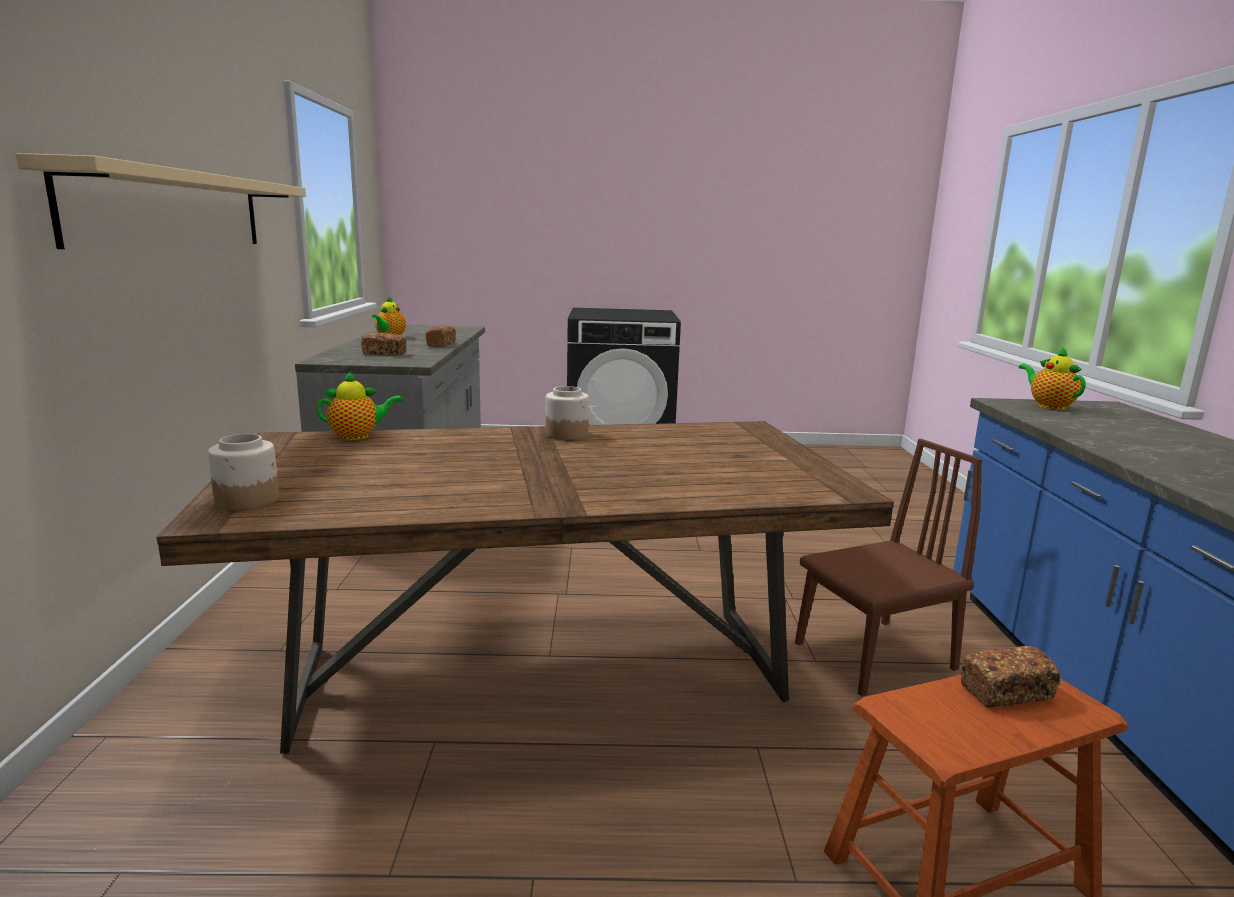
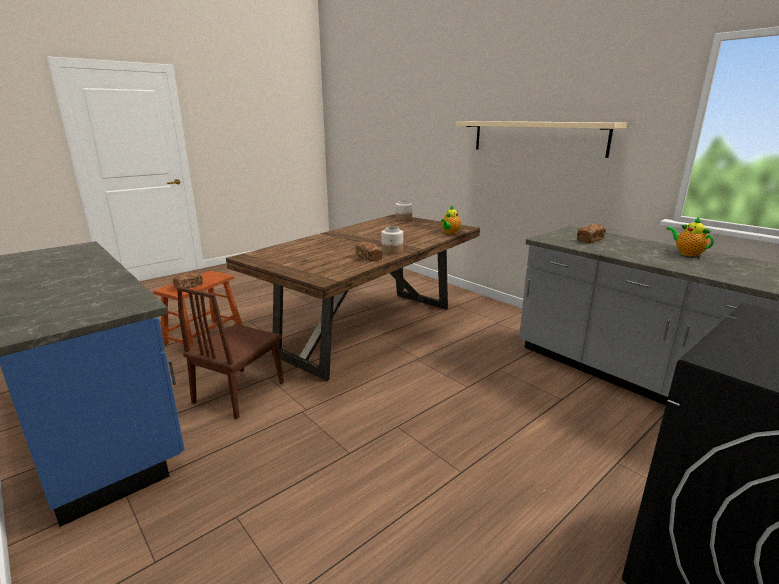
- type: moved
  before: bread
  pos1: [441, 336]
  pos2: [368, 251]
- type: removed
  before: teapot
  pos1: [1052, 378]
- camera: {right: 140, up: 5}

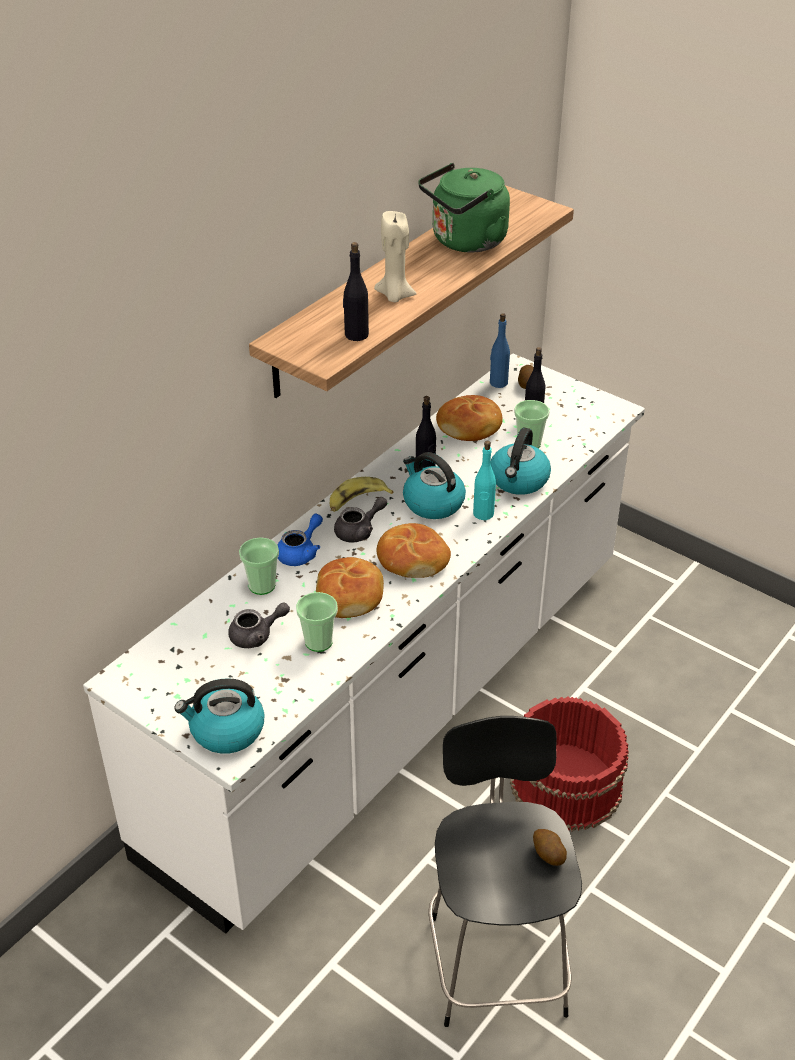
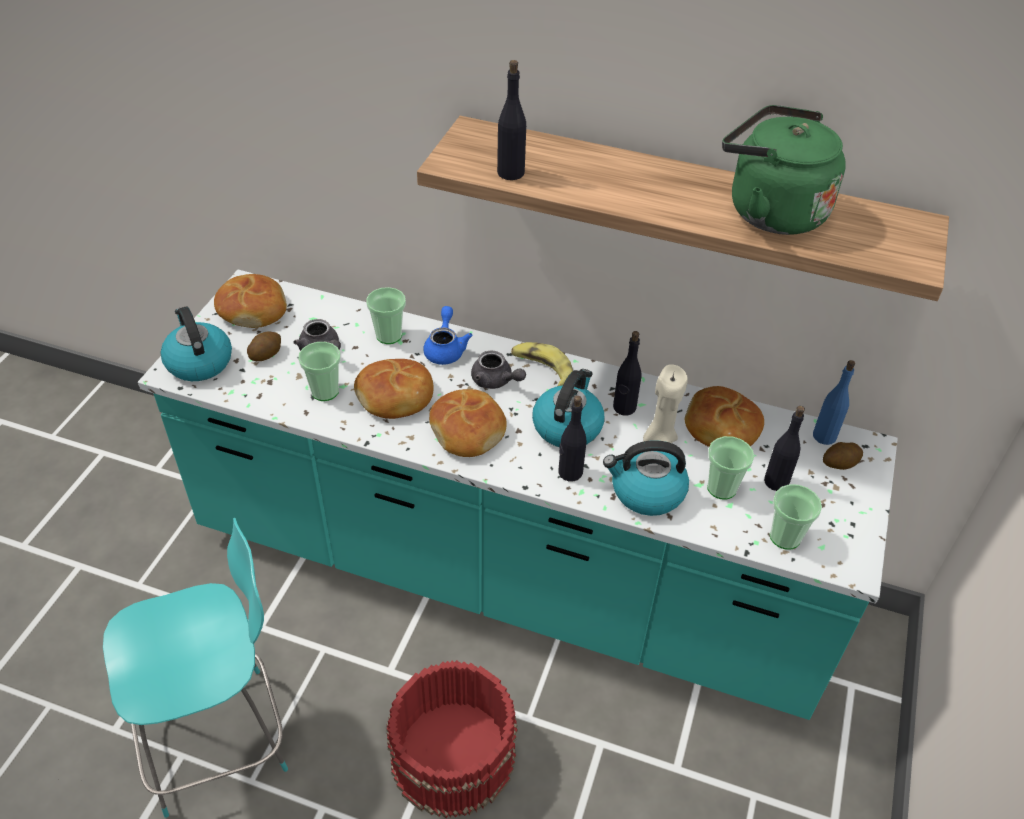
- type: moved
  before: candle (beige)
  pos1: [395, 256]
  pos2: [665, 403]
- type: recoloured
  before: counter (white)
  after: counter (turquoise)
  pos1: [364, 643]
  pos2: [518, 495]
- type: recoloured
  before: bottle (turquoise)
  after: bottle (black)
  pos1: [484, 480]
  pos2: [572, 438]
- type: turned
  before: teapot (blue)
  pos1: [300, 540]
  pos2: [448, 335]
  turn: -105
- type: recoloured
  before: stool (black)
  after: stool (turquoise)
  pos1: [505, 871]
  pos2: [195, 668]
- type: moved
  before: potato
  pos1: [550, 847]
  pos2: [264, 346]
- type: added
  after: bread
  pos2: [250, 301]
- type: added
  after: cup
  pos2: [796, 517]
- camera: {right: 70, up: 5}

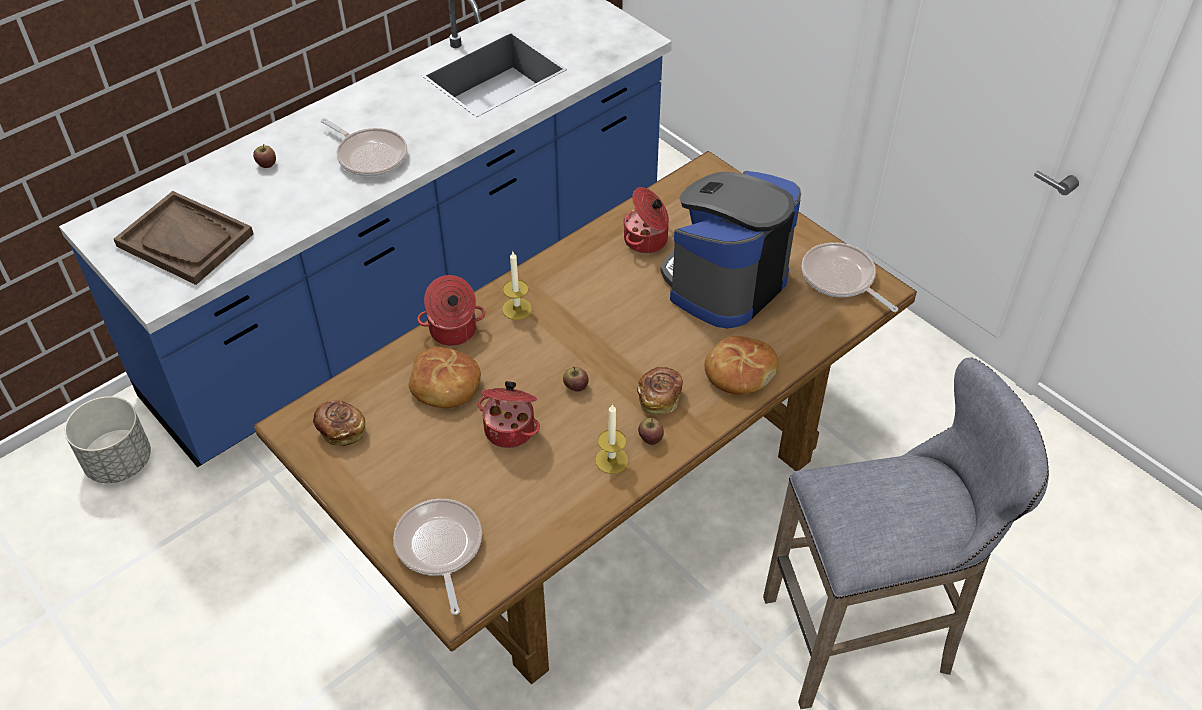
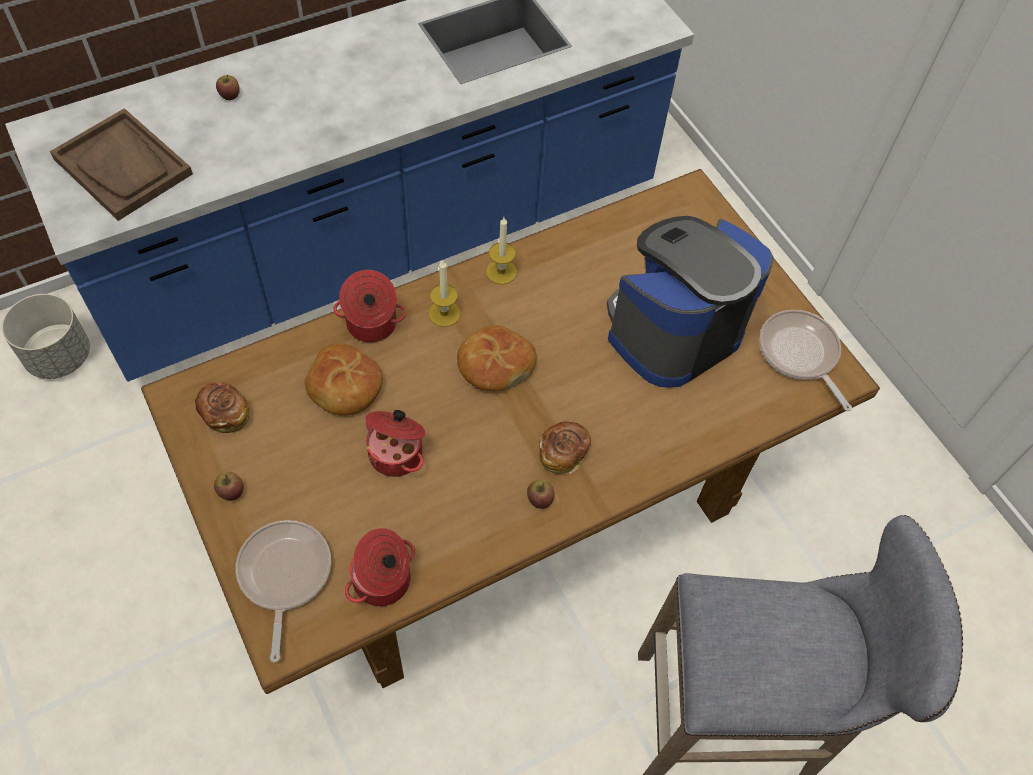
- type: removed
  before: frying pan
  pos1: [364, 147]
- type: moved
  before: cooking pot
  pos1: [646, 220]
  pos2: [380, 567]
- type: moved
  before: bread
  pos1: [741, 365]
  pos2: [497, 358]
- type: moved
  before: apple
  pos1: [576, 379]
  pos2: [229, 486]
- type: moved
  before: candle
  pos1: [611, 439]
  pos2: [501, 251]
- camera: {right: 10, up: 10}

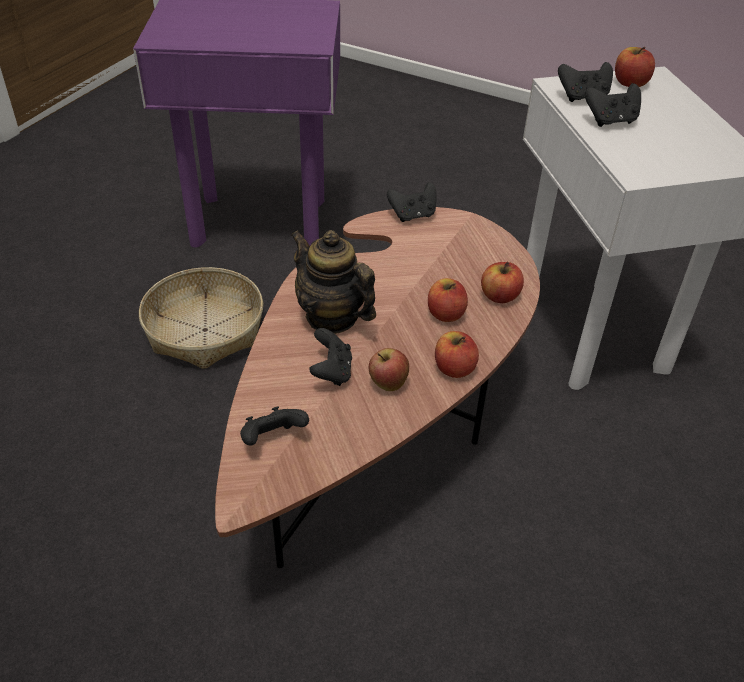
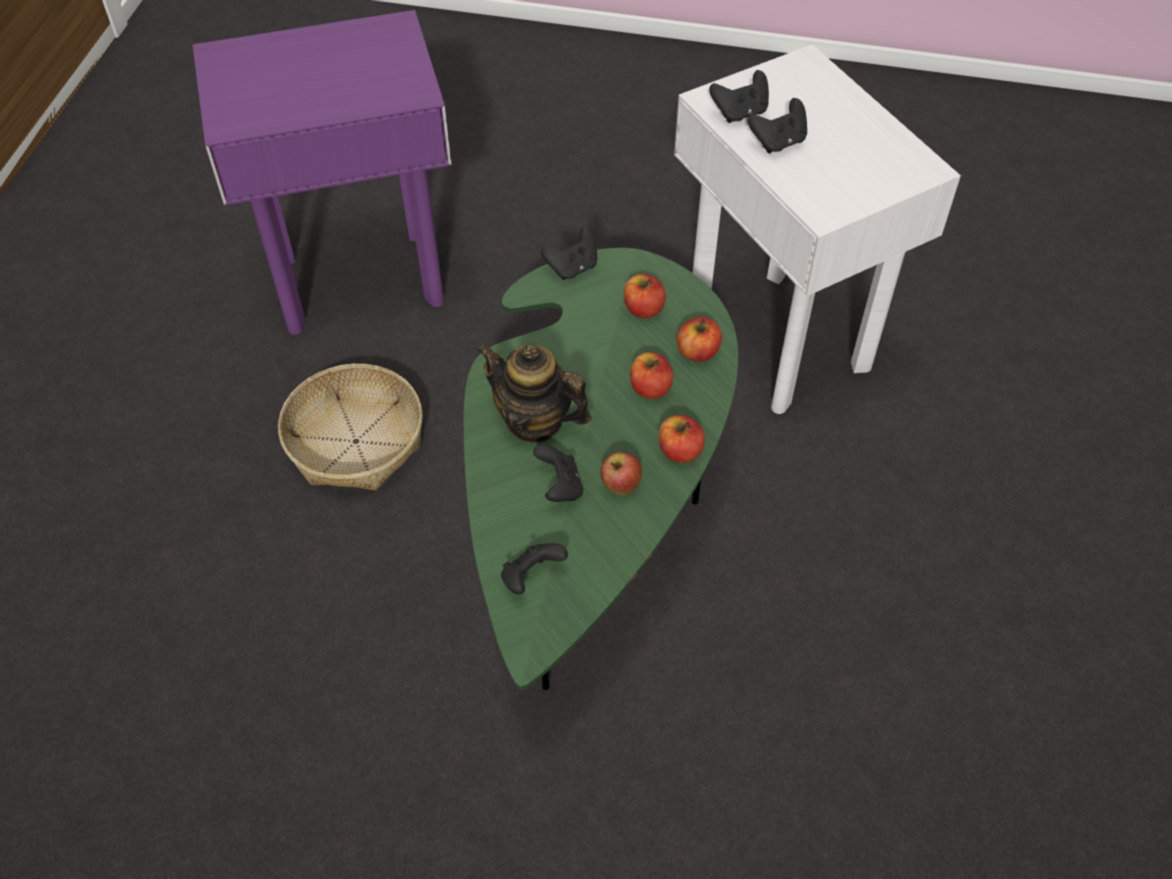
- type: moved
  before: apple
  pos1: [635, 67]
  pos2: [645, 296]
- type: recoloured
  before: coffee table (brown)
  after: coffee table (green)
  pos1: [377, 387]
  pos2: [601, 469]
- camera: {right: -15, up: 10}

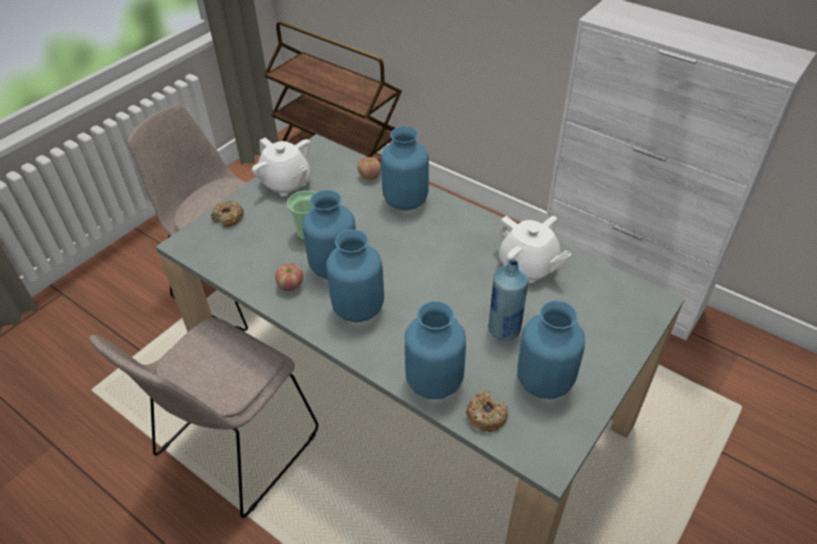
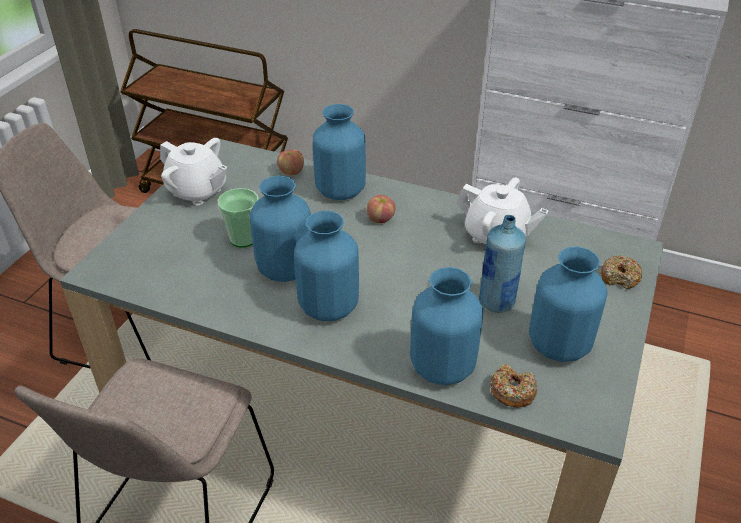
- type: moved
  before: donut
  pos1: [227, 213]
  pos2: [621, 272]
- type: moved
  before: apple
  pos1: [289, 277]
  pos2: [381, 209]
- camera: {right: -15, up: -5}

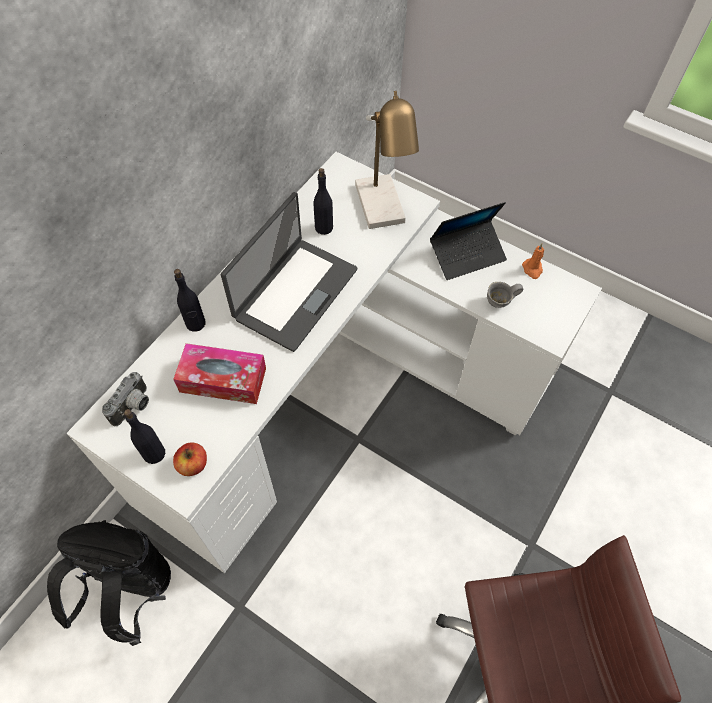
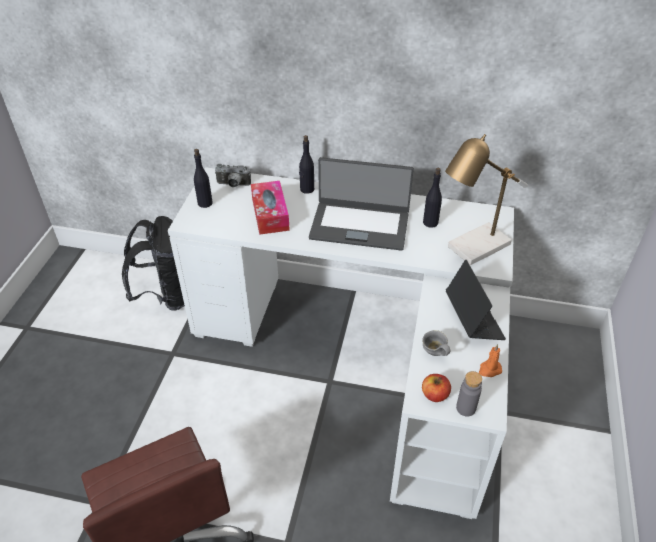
- type: turned
  before: laptop
  pos1: [468, 241]
  pos2: [476, 300]
  turn: -150
- type: moved
  before: apple
  pos1: [190, 459]
  pos2: [436, 388]
- type: added
  after: bottle (grey)
  pos2: [469, 394]
- camera: {right: 70, up: -15}

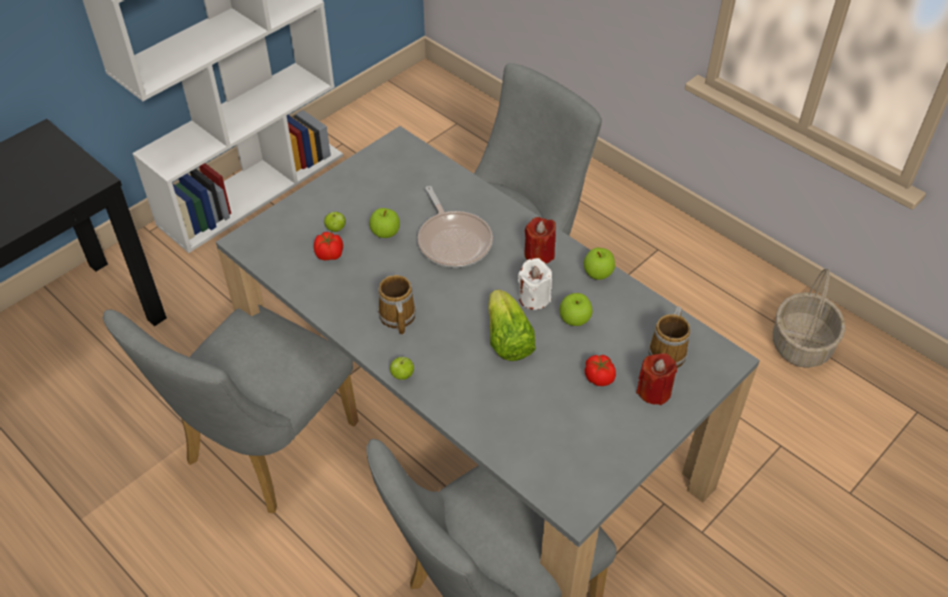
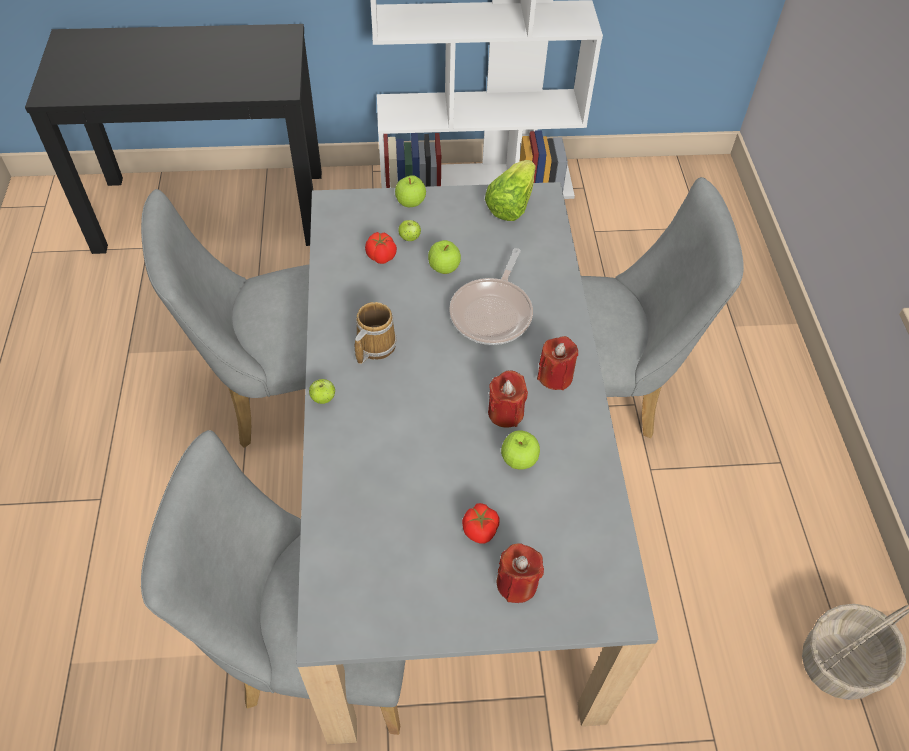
- type: moved
  before: apple
  pos1: [599, 264]
  pos2: [410, 191]
- type: recoloured
  before: candle (white)
  after: candle (red)
  pos1: [535, 284]
  pos2: [508, 399]
- type: moved
  before: lettuce
  pos1: [512, 325]
  pos2: [510, 190]
- type: removed
  before: mug
  pos1: [670, 337]
- camera: {right: 40, up: 5}

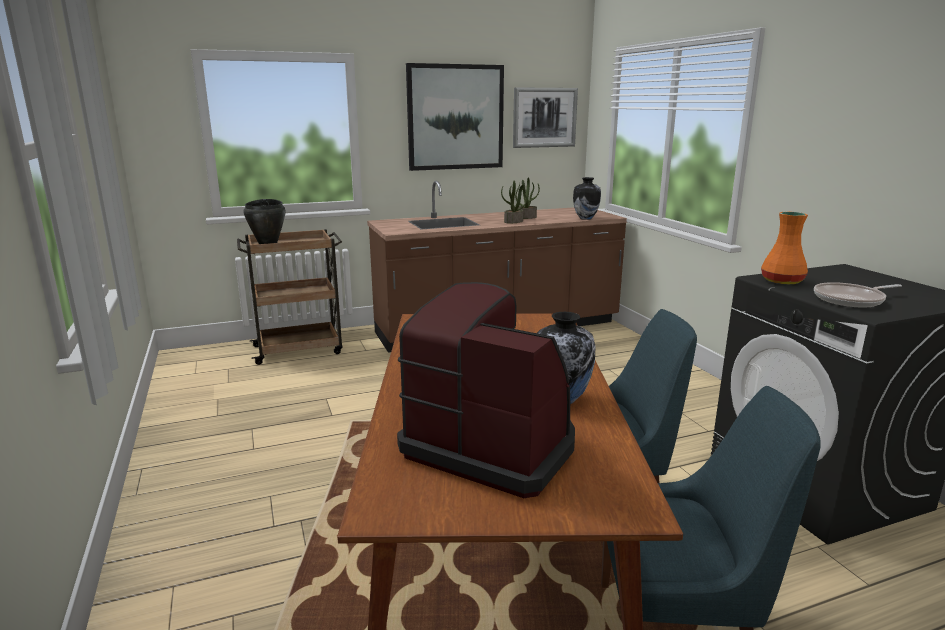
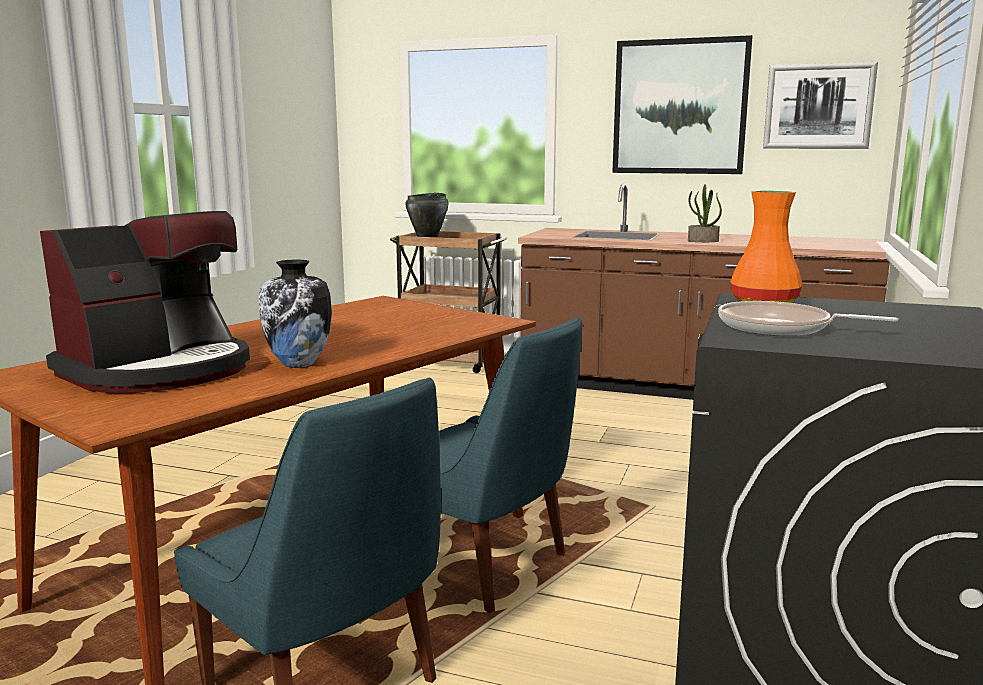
- type: removed
  before: potted plant
  pos1: [527, 198]
- type: removed
  before: vase
  pos1: [587, 198]
- type: turned
  before: coffee machine
  pos1: [486, 390]
  pos2: [145, 302]
  turn: 60
- camera: {right: 40, up: -5}

